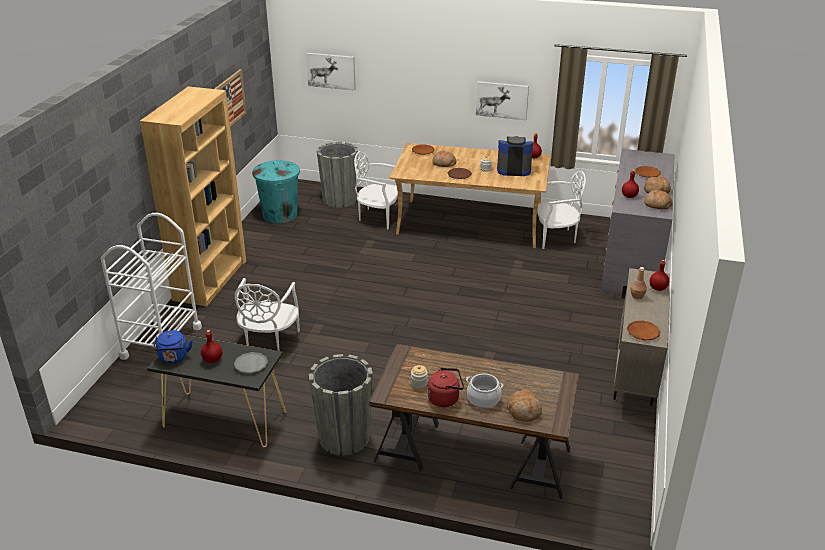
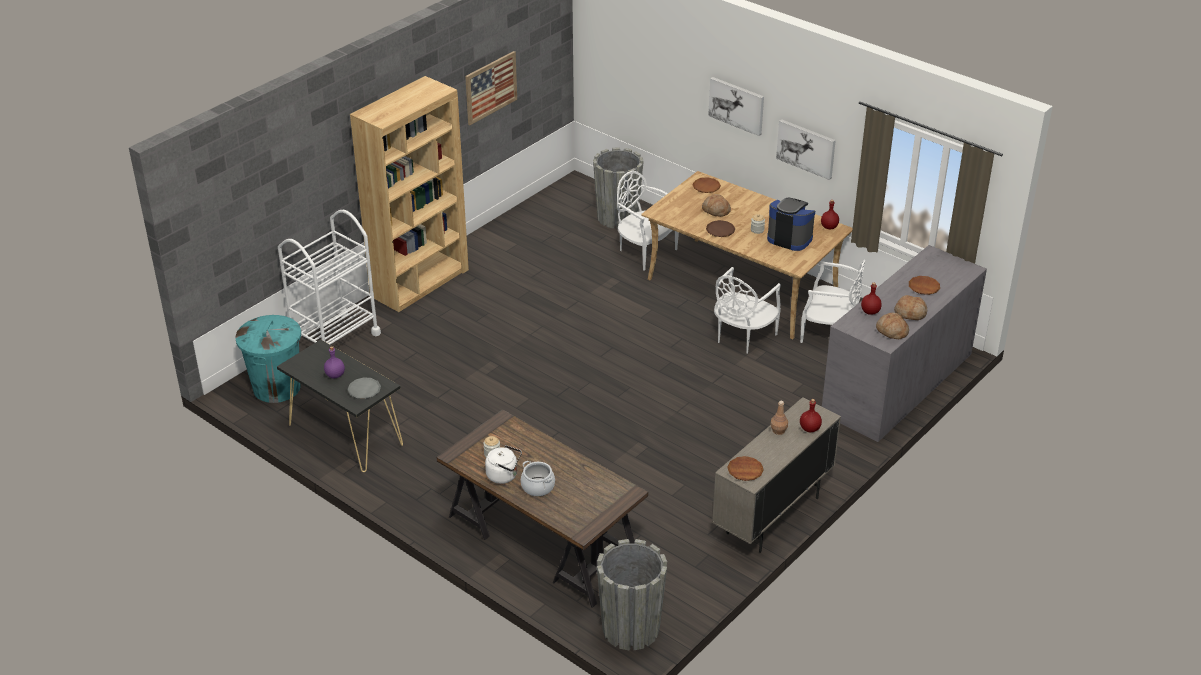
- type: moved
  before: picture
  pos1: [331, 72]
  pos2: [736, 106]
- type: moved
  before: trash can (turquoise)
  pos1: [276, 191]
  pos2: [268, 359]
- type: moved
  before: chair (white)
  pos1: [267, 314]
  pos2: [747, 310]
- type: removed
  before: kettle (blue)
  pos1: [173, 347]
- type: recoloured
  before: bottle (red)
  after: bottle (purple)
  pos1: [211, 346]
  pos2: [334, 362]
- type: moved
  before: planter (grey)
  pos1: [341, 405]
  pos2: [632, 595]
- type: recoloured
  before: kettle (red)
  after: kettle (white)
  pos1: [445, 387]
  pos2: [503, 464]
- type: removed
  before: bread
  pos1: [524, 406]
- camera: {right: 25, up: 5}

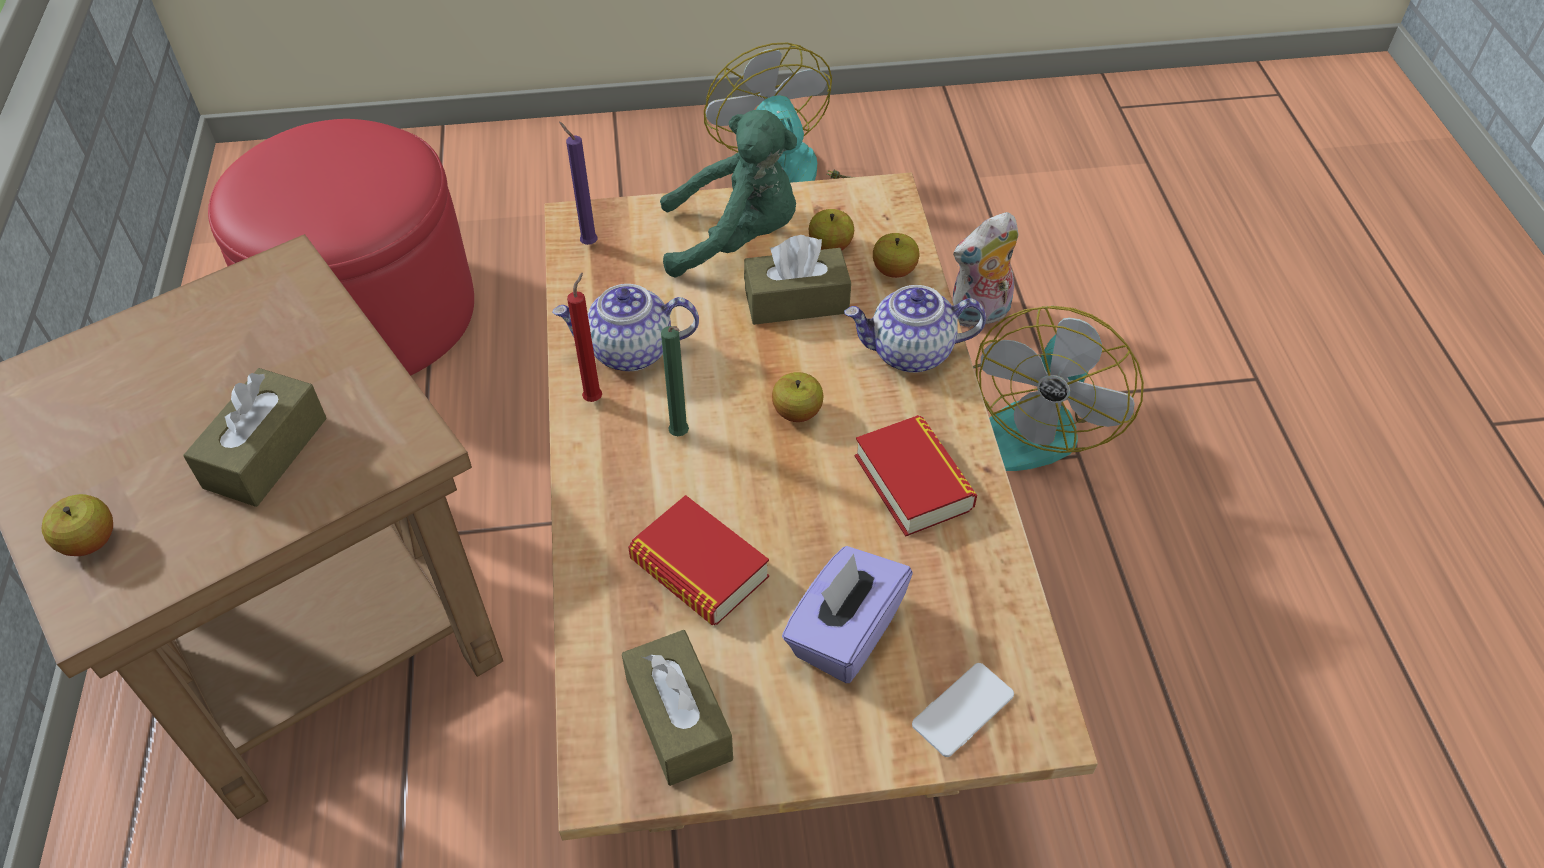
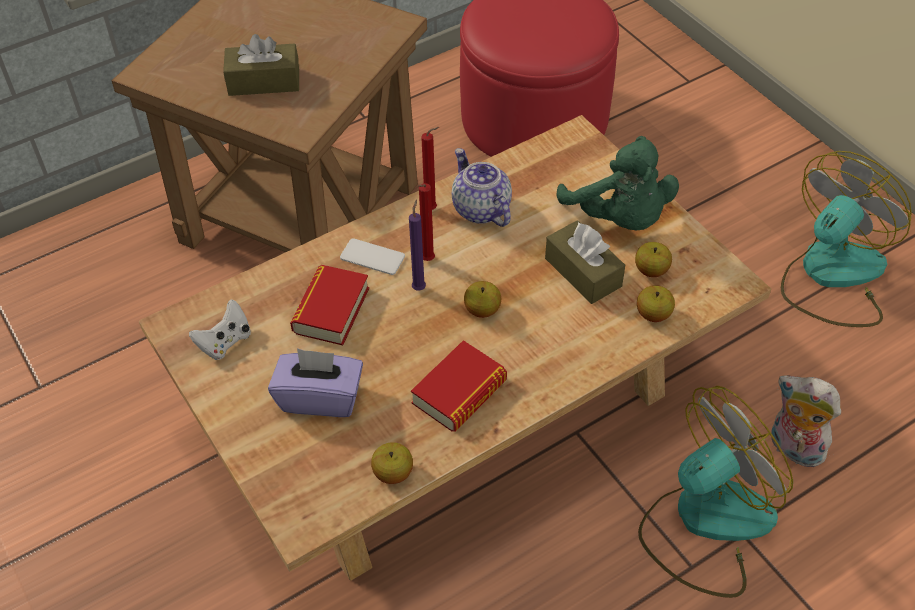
- type: moved
  before: candle (purple)
  pos1: [578, 183]
  pos2: [417, 245]
- type: removed
  before: teapot
  pos1: [915, 329]
- type: turned
  before: fan
  pos1: [1058, 388]
  pos2: [715, 492]
  turn: 150
- type: recoloured
  before: candle (green)
  after: candle (red)
  pos1: [675, 381]
  pos2: [426, 222]
- type: moved
  before: apple
  pos1: [77, 525]
  pos2: [392, 463]
- type: replaced
  before: tissue box (brown)
  after: game controller (white)
  pos1: [677, 708]
  pos2: [220, 330]
- type: moved
  before: phone
  pos1: [963, 710]
  pos2: [372, 256]
- camera: {right: 65, up: 0}

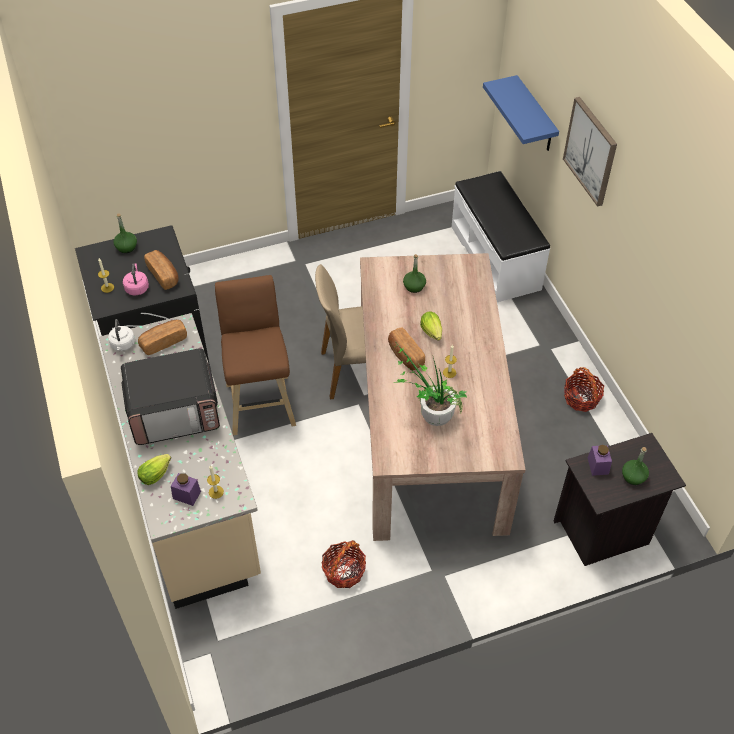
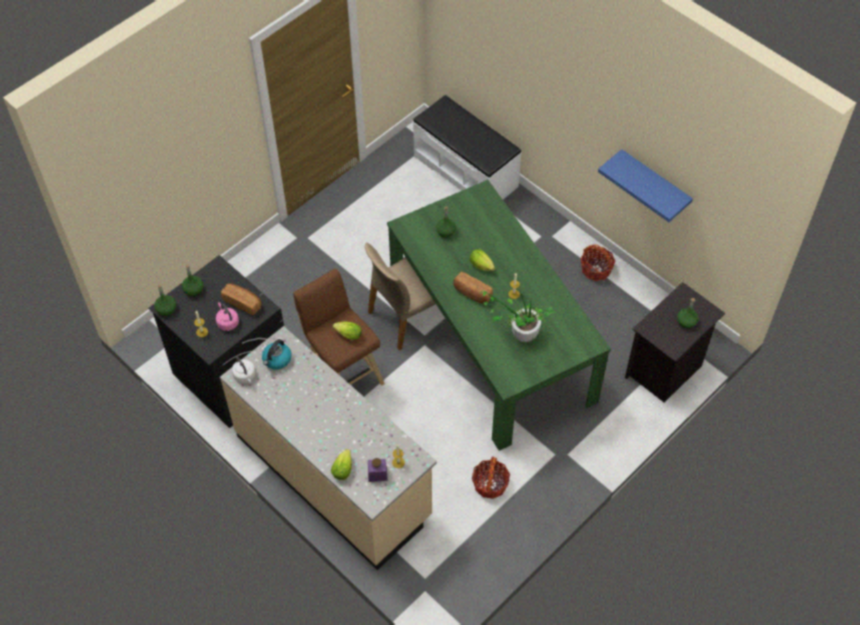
- type: moved
  before: shelf (blue)
  pos1: [521, 113]
  pos2: [645, 185]
- type: removed
  before: picture
  pos1: [590, 152]
- type: recoloured
  before: dining table (beige)
  after: dining table (green)
  pos1: [442, 397]
  pos2: [499, 315]
- type: replaced
  before: bread
  after: kettle
  pos1: [162, 337]
  pos2: [277, 354]
- type: removed
  before: microwave
  pos1: [170, 396]
- type: removed
  before: jar (purple)
  pos1: [600, 460]
- type: added
  after: bottle (green)
  pos2: [165, 300]
- type: added
  after: lettuce
  pos2: [347, 331]
- camera: {right: -25, up: 5}

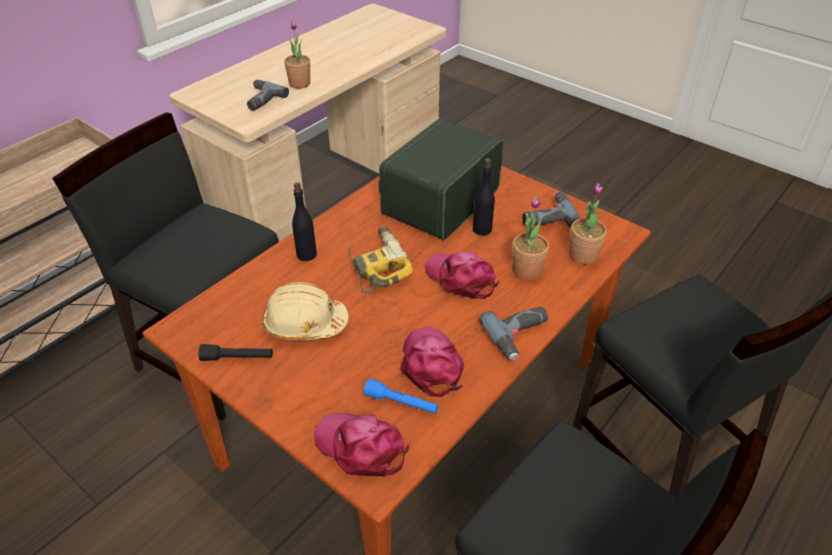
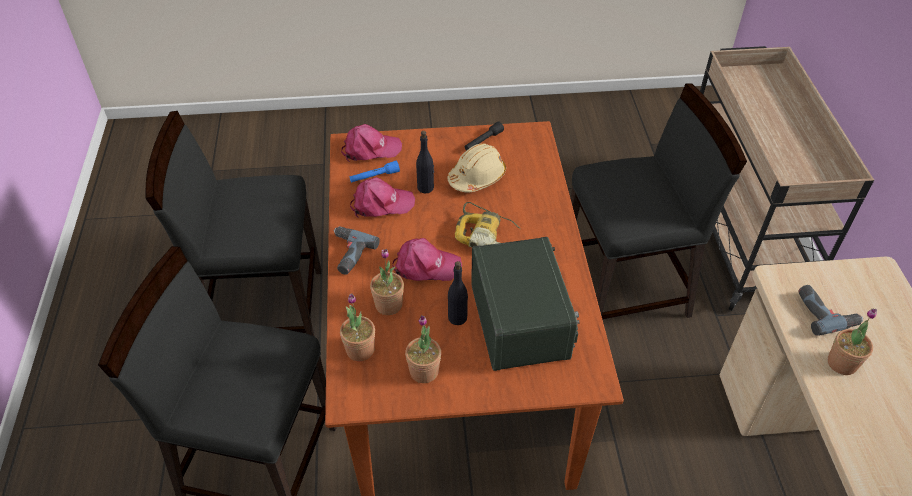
- type: moved
  before: bottle (black)
  pos1: [304, 221]
  pos2: [425, 162]
- type: replaced
  before: power drill
  after: potted plant
  pos1: [551, 210]
  pos2: [423, 349]
- type: turned
  before: cap (pink)
  pos1: [432, 361]
  pos2: [382, 197]
  turn: -45
- camera: {right: 135, up: 5}

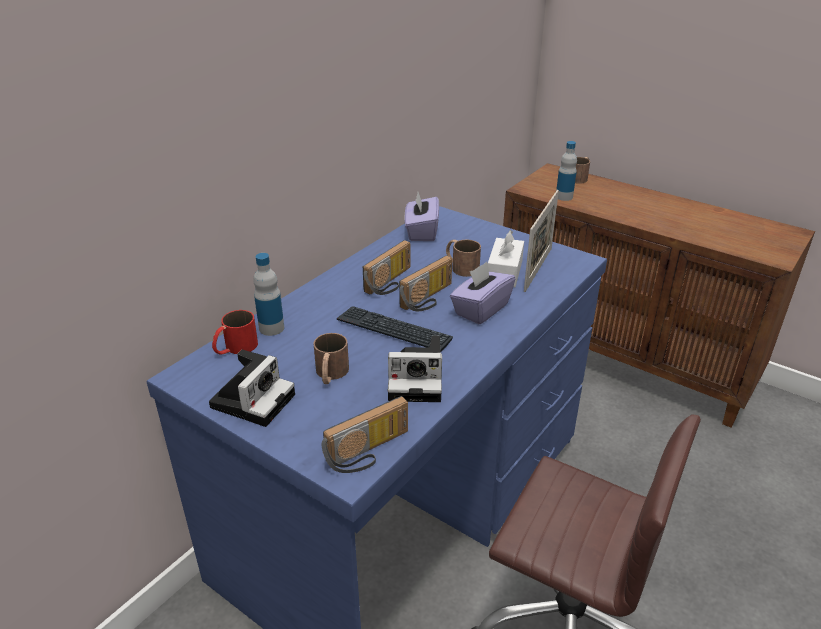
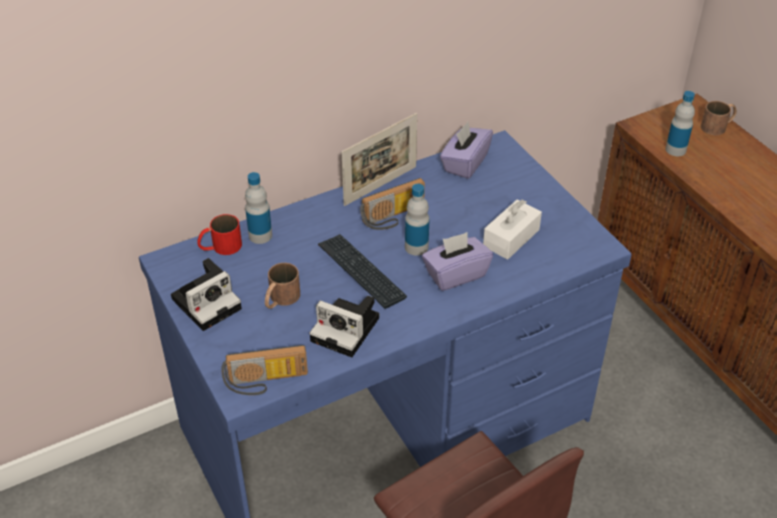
- type: moved
  before: picture frame
  pos1: [541, 241]
  pos2: [379, 159]
- type: removed
  before: mug (brown)
  pos1: [463, 258]
- type: replaced
  before: radio
  after: bottle
  pos1: [425, 283]
  pos2: [417, 220]
- camera: {right: 25, up: 10}

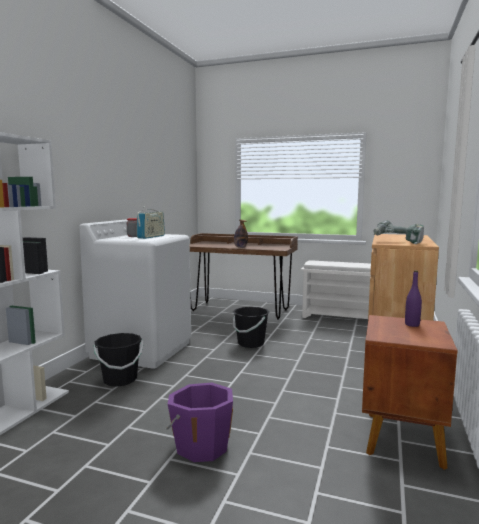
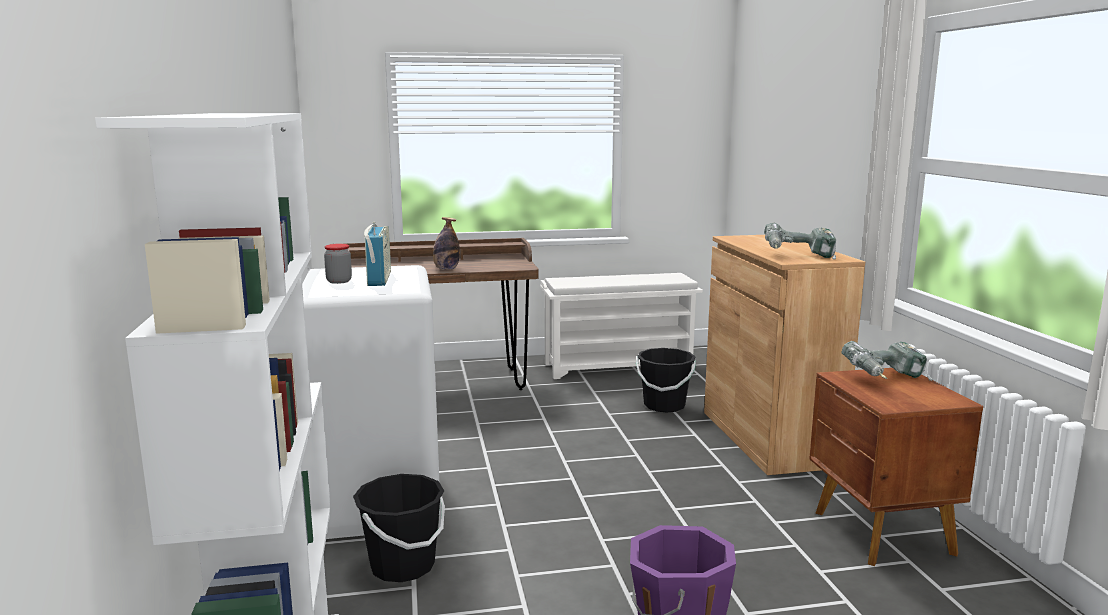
- type: replaced
  before: bottle (purple)
  after: power drill
  pos1: [413, 299]
  pos2: [887, 361]
- type: moved
  before: bucket (black)
  pos1: [251, 327]
  pos2: [666, 380]
- camera: {right: -30, up: 5}

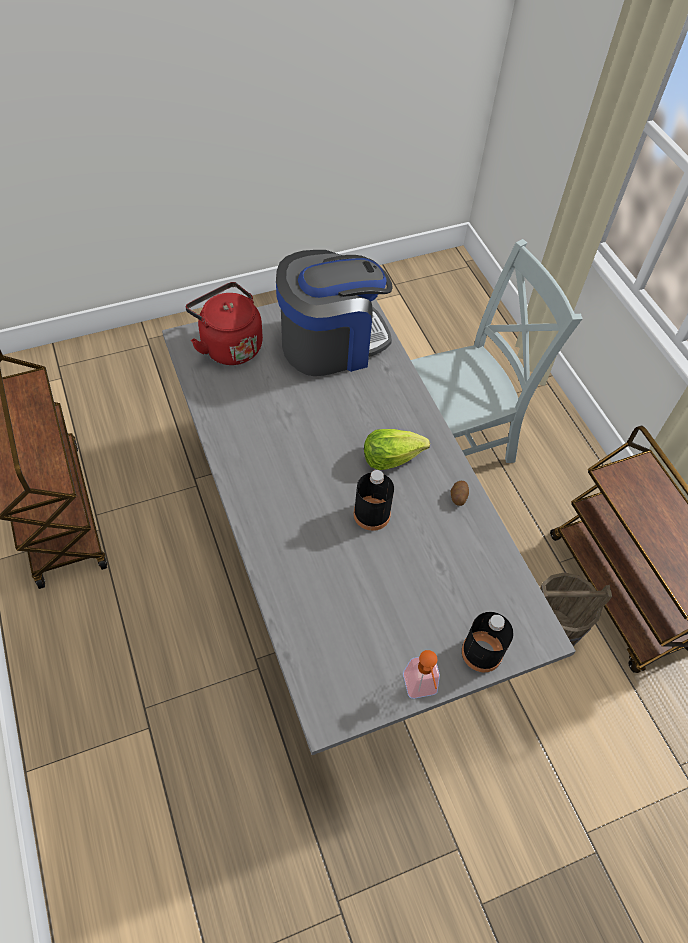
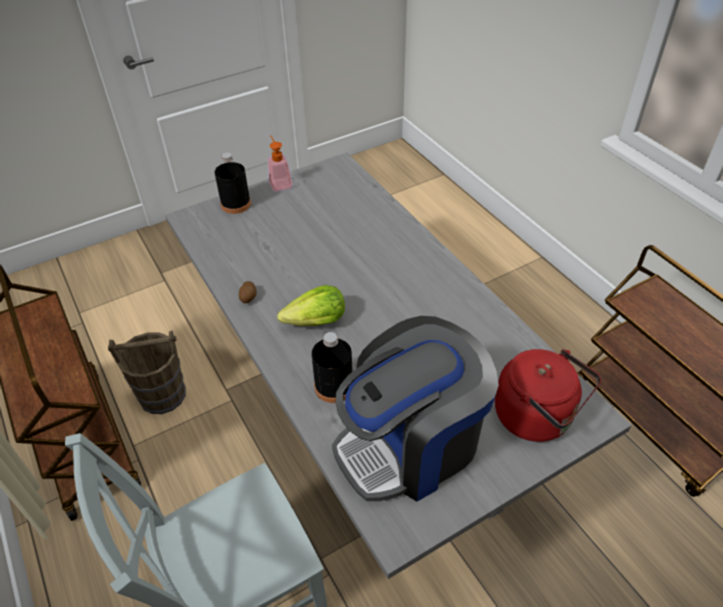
- type: moved
  before: bottle (black)
  pos1: [374, 500]
  pos2: [332, 367]
- camera: {right: 175, up: -10}

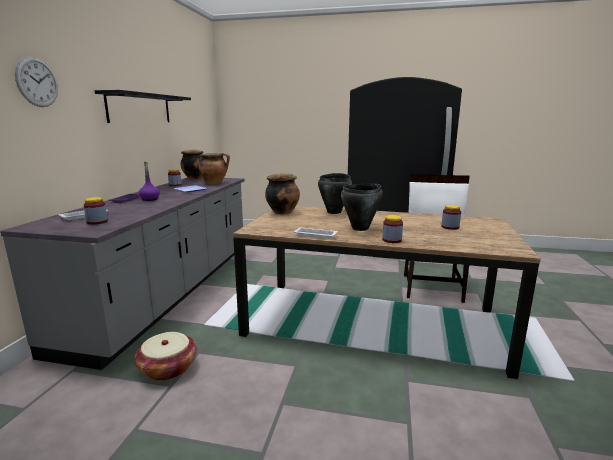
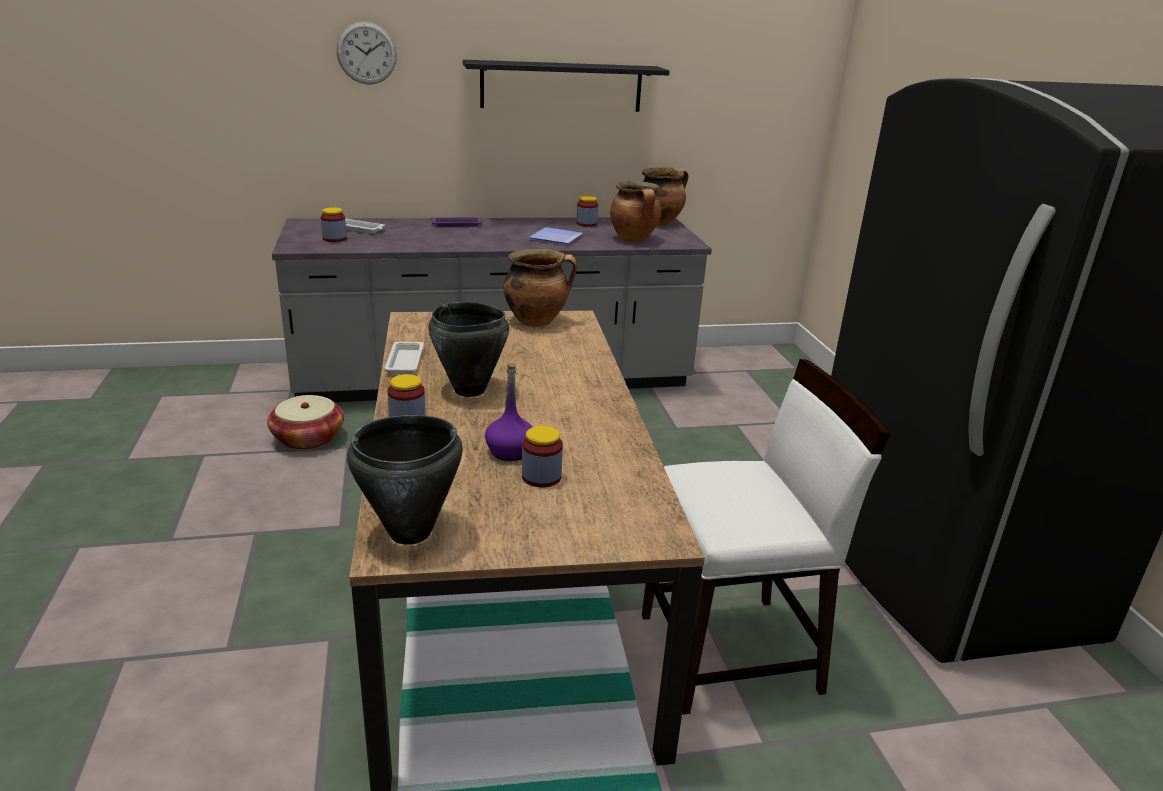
- type: moved
  before: bottle (purple)
  pos1: [149, 181]
  pos2: [508, 411]
- type: moved
  before: cooking pot (black)
  pos1: [335, 193]
  pos2: [405, 480]
- camera: {right: 65, up: 10}

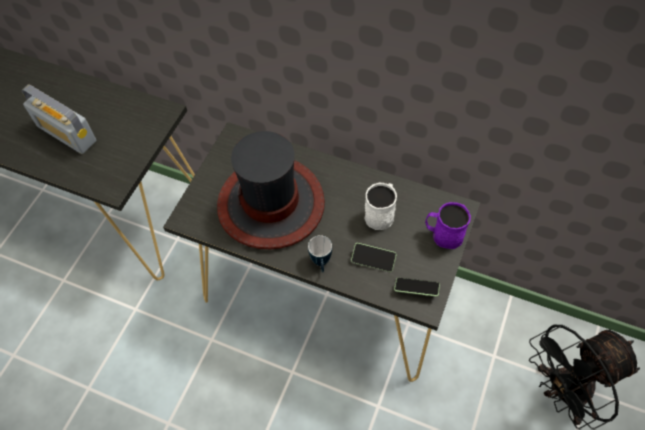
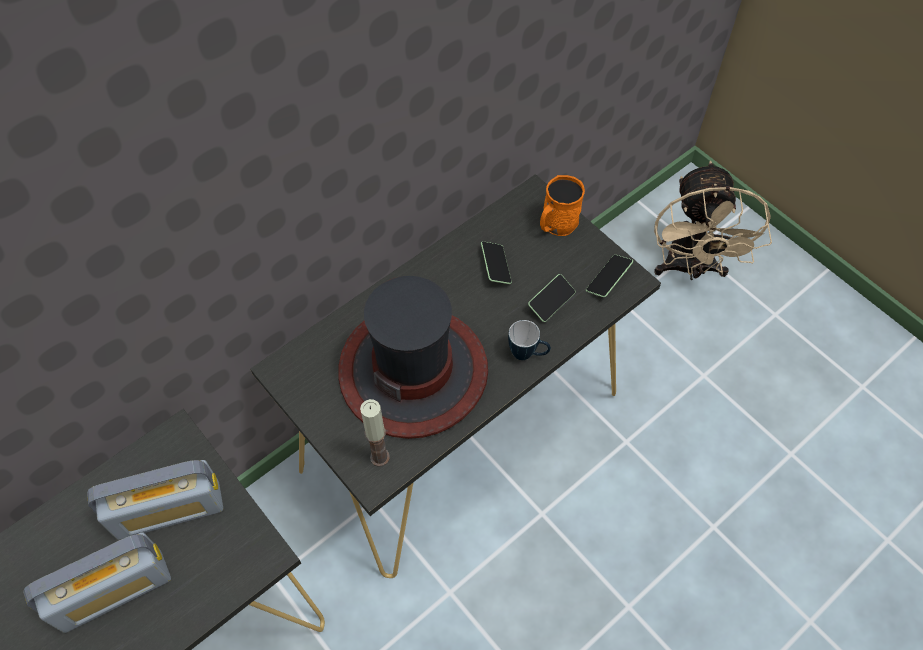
- type: replaced
  before: mug (white)
  after: phone
  pos1: [380, 206]
  pos2: [496, 262]
- type: recoloured
  before: mug (purple)
  after: mug (orange)
  pos1: [448, 225]
  pos2: [562, 205]
- type: recoloured
  before: fan (black)
  after: fan (beige)
  pos1: [584, 377]
  pos2: [713, 220]
- type: added
  after: candle
  pos2: [375, 433]
- type: added
  after: radio
  pos2: [155, 500]
- camera: {right: -65, up: 0}

